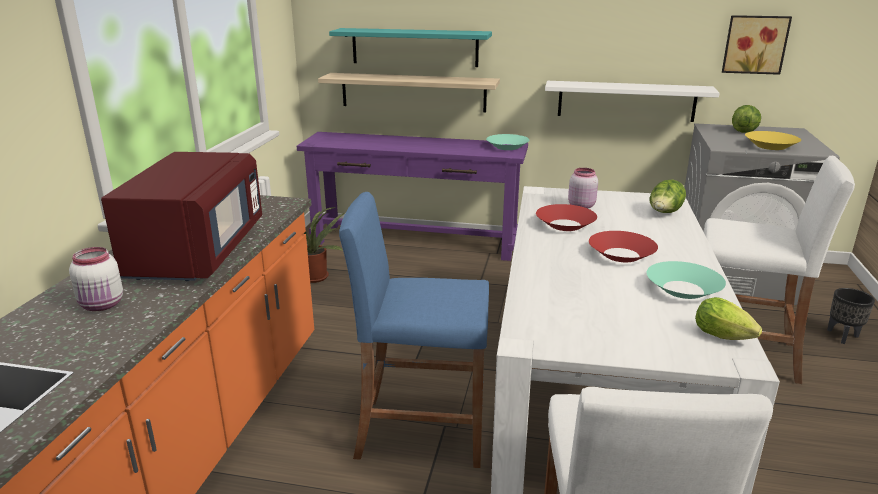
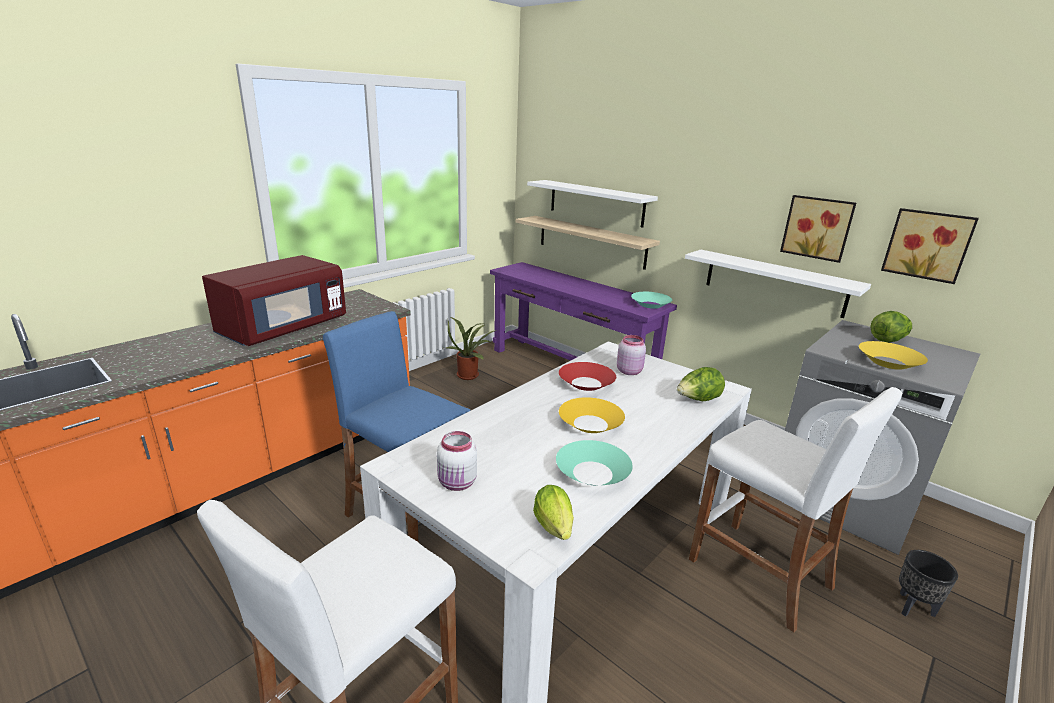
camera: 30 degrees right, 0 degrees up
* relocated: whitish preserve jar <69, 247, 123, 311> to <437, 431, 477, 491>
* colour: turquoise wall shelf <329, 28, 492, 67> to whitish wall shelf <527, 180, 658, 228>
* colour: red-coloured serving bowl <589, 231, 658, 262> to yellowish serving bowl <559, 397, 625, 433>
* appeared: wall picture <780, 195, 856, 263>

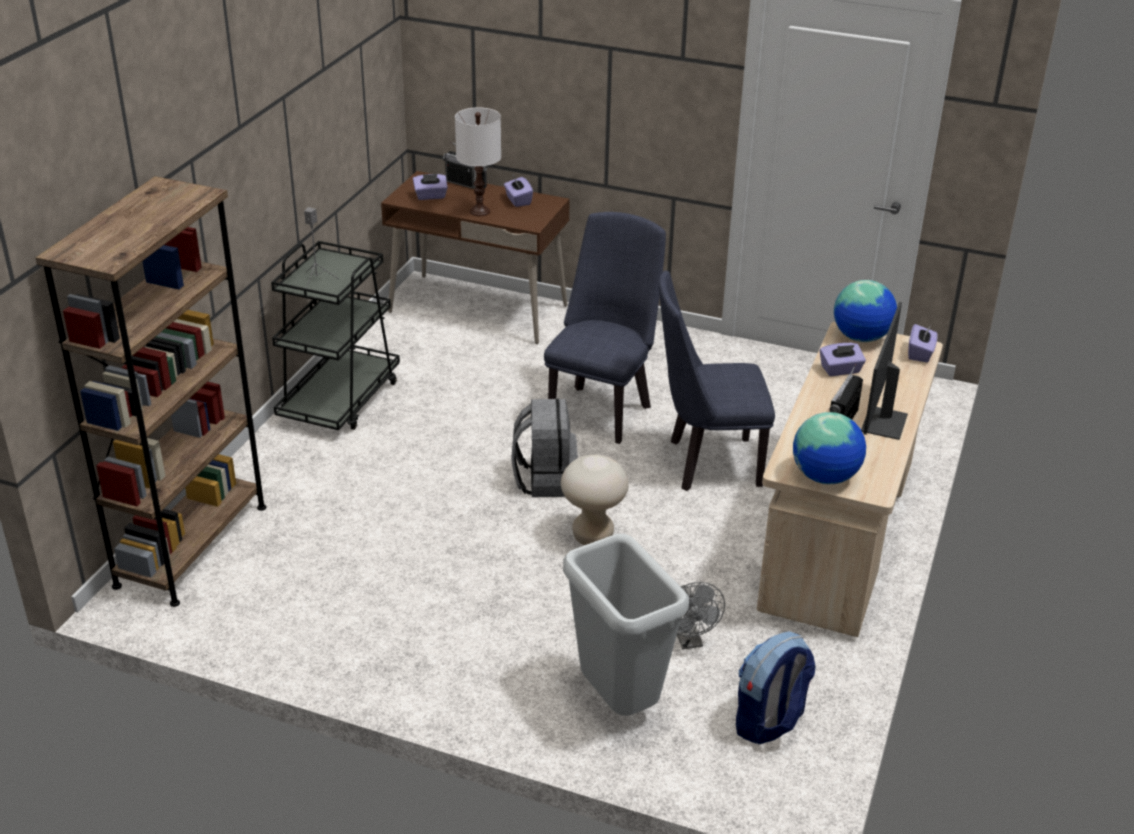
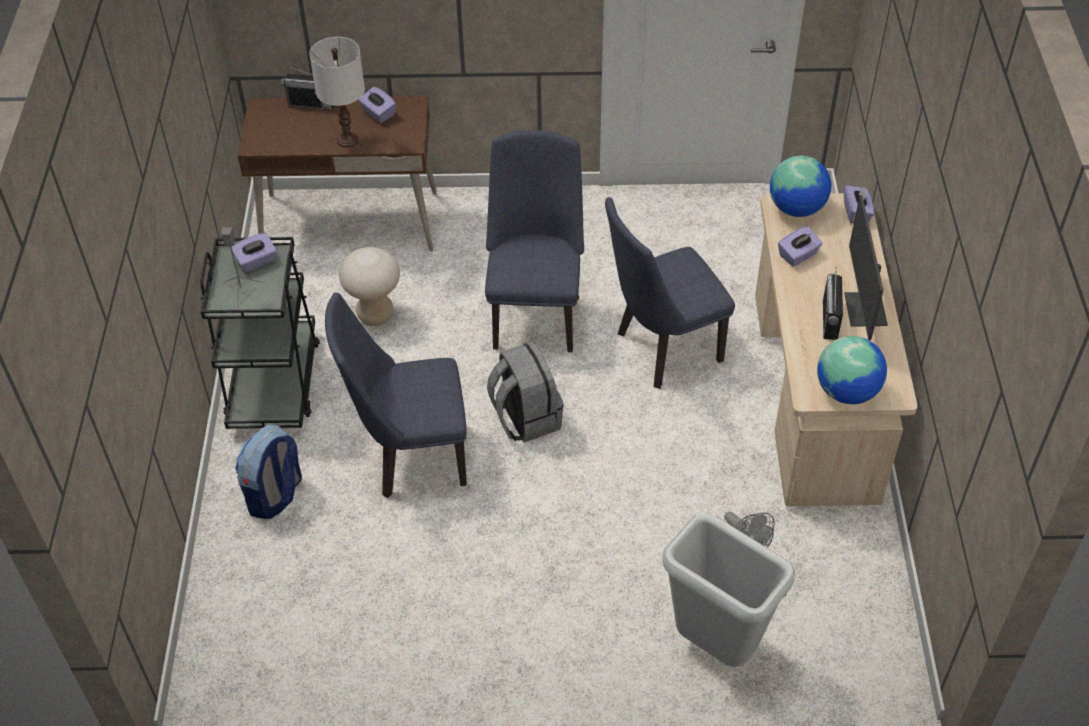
camera: 20 degrees left, 15 degrees up
* relocated: purple tissue box <413, 174, 448, 200> to <230, 233, 277, 272>
* relocated: backpack <736, 631, 816, 744> to <235, 425, 302, 519>
* appeared: blue-coloured chair <325, 292, 467, 498>
* relocated: beige sitting stool <561, 455, 629, 545> to <339, 247, 400, 326>
* missing: brown-coloured bookshelf <35, 176, 266, 607>

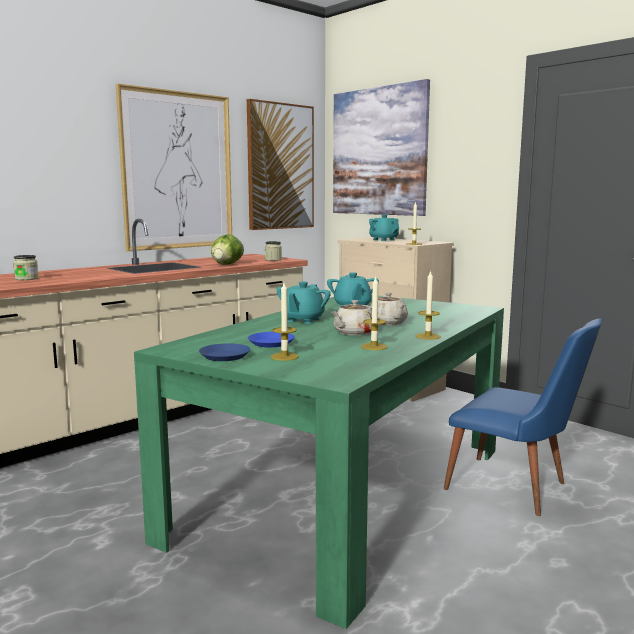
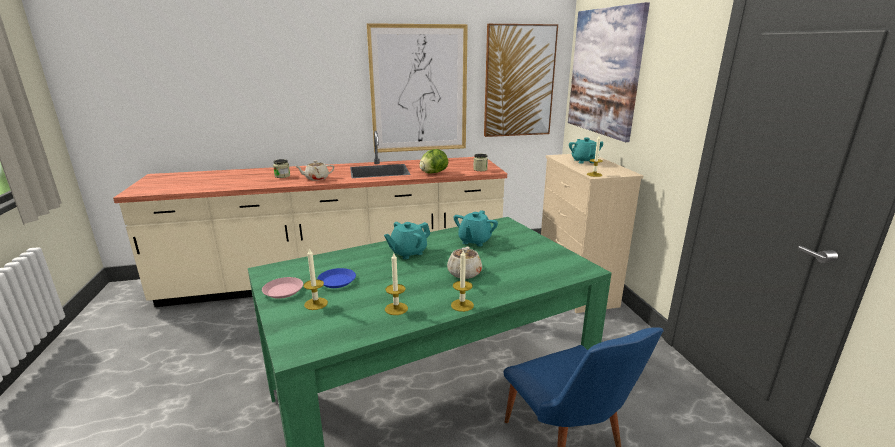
camera: 30 degrees right, 10 degrees up
* colour: blue-coloured plate <199, 343, 250, 361> to pink plate <262, 277, 303, 299>
* relocated: beige pot for tea <331, 300, 372, 335> to <296, 160, 334, 181>

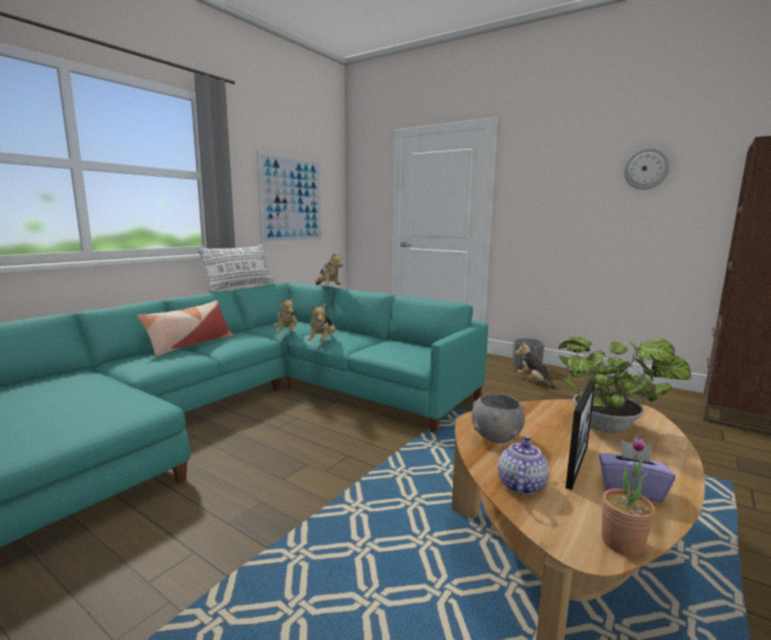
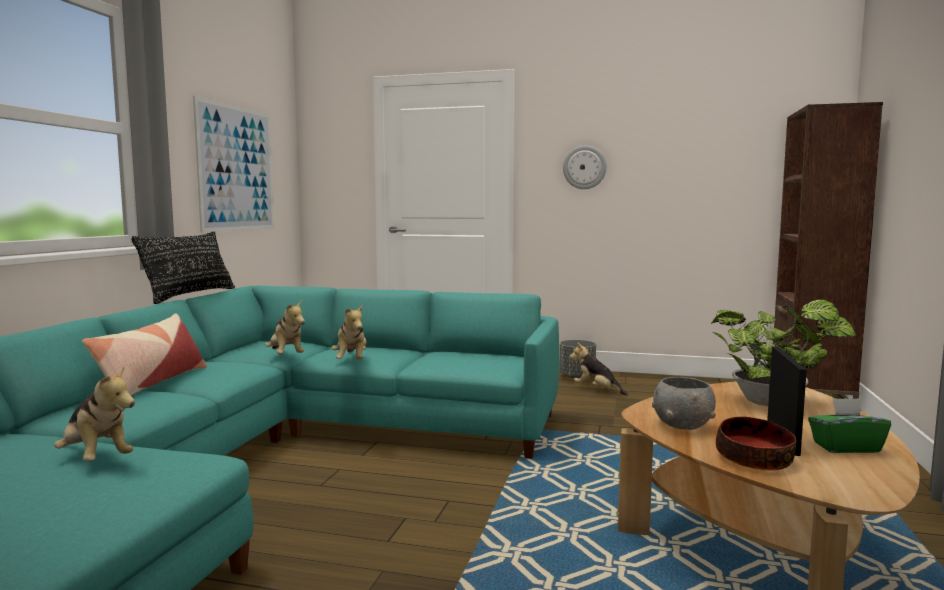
camera: 20 degrees left, 5 degrees down
* relocated: soft toy <315, 252, 343, 285> to <54, 366, 135, 461>
* colour: whitish throw pillow <197, 244, 275, 293> to blackish throw pillow <131, 231, 235, 304>
* relocated: hanging clock <624, 147, 671, 190> to <563, 145, 607, 189>
* exchanged: pot for tea <498, 436, 549, 495> to serving bowl <716, 417, 797, 470>
* colour: purple tissue box <599, 441, 675, 502> to greenish tissue box <808, 398, 891, 453>
* missing: houseplant <602, 436, 655, 556>

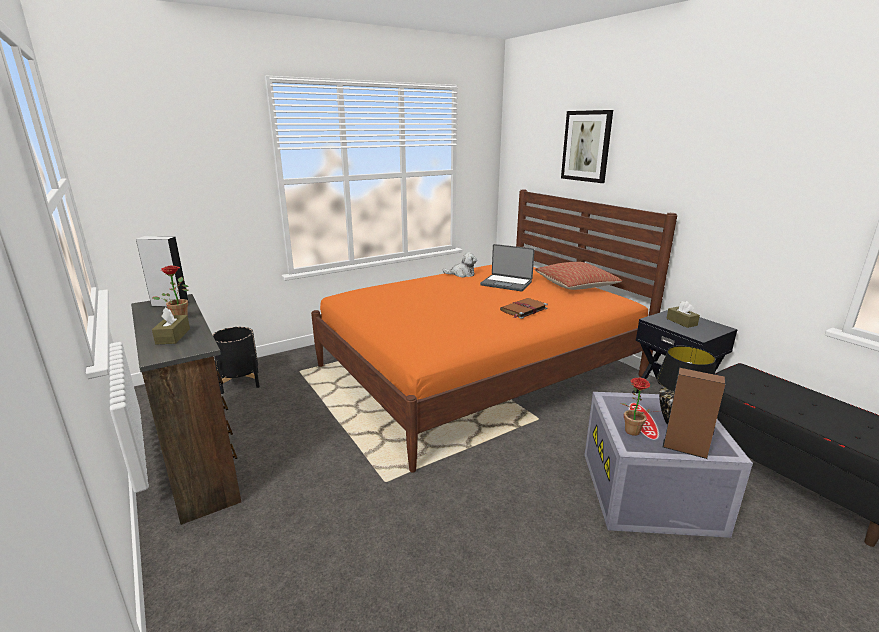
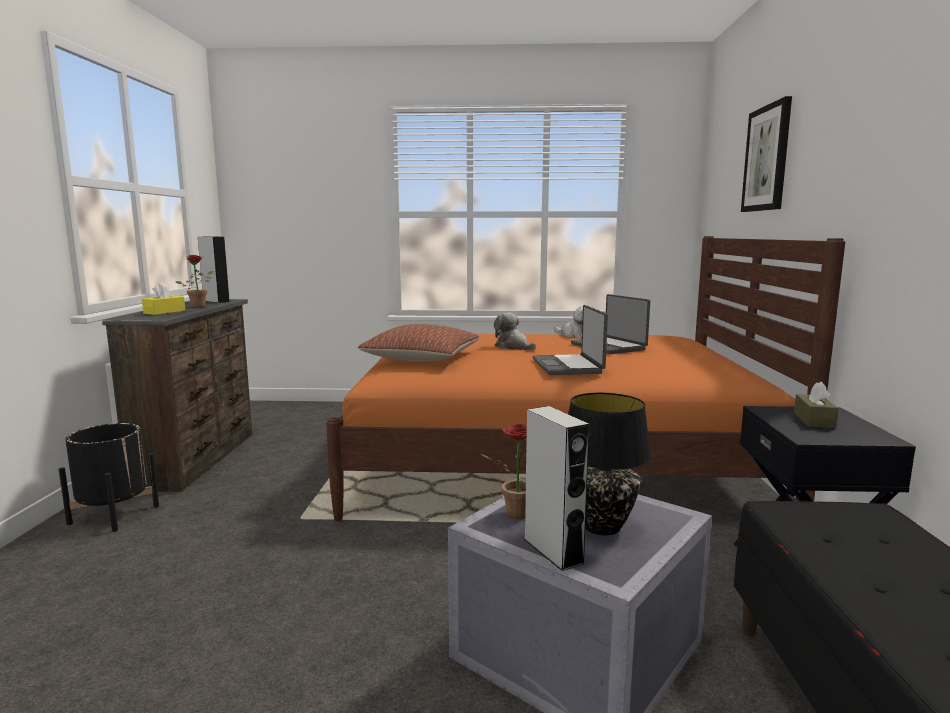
camera: 35 degrees right, 10 degrees down
* relocated: blackish plant pot <212, 327, 260, 394> to <58, 423, 159, 532>
* colour: brown-coloured tissue box <152, 307, 190, 344> to yellowish tissue box <142, 283, 185, 315>
* relocated: throw pillow <535, 262, 622, 290> to <358, 324, 479, 361>
* appeared: soft toy <494, 312, 536, 350>
* colour: brown-coloured speaker <663, 368, 725, 459> to greyish speaker <524, 406, 589, 571>
* exchanged: brown-coloured book <500, 298, 548, 319> to laptop <533, 305, 608, 375>

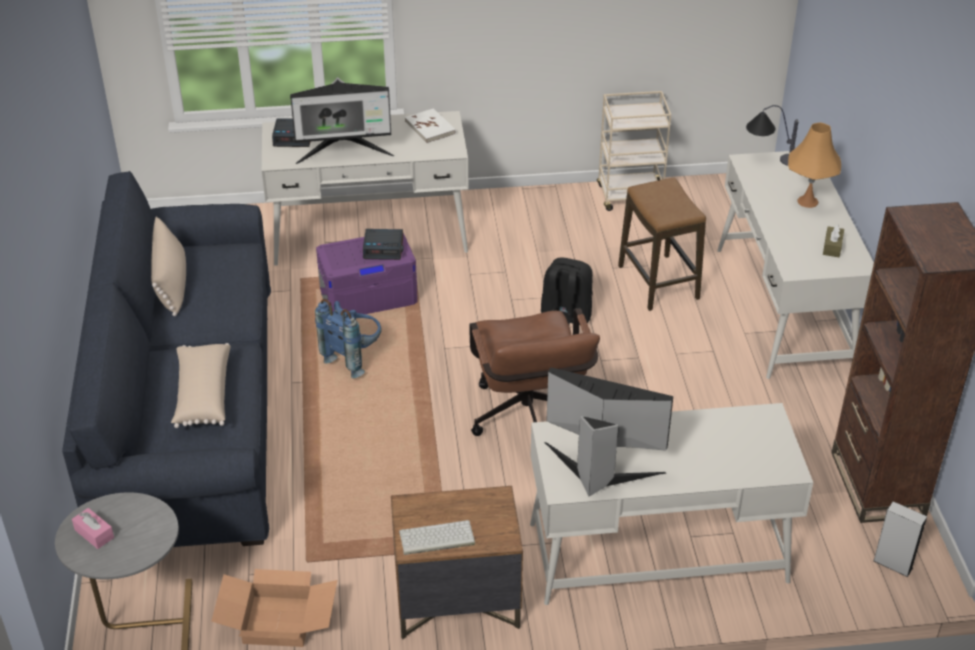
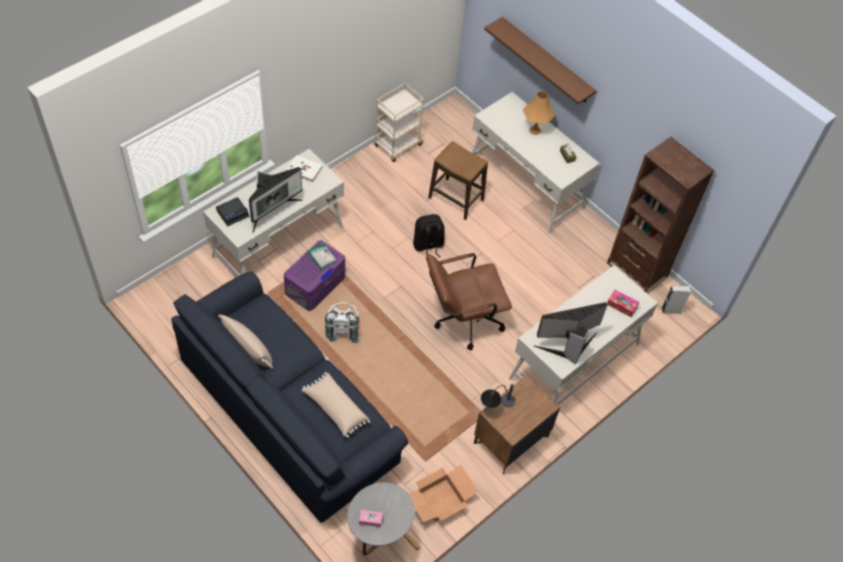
camera: 40 degrees left, 15 degrees up
* exchanged: alarm clock <363, 229, 403, 260> to book <308, 243, 336, 270>
* colour: blue-coloured backpack <315, 299, 382, 378> to whitish backpack <325, 302, 360, 343>
* spun: brown-coloured computer chair <469, 308, 600, 436> = <426, 253, 512, 350> 120 degrees clockwise
* relocated: tabletop lamp <746, 105, 798, 166> to <481, 384, 515, 408>
* appeared: brown-coloured wall shelf <484, 17, 596, 105>
* appeared: tissue box <607, 290, 639, 317>
* missing: keyboard <399, 520, 475, 555>

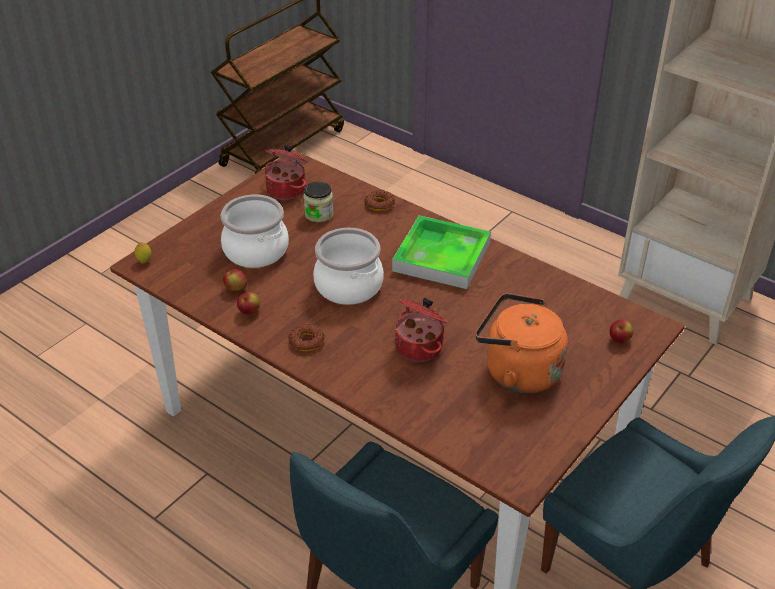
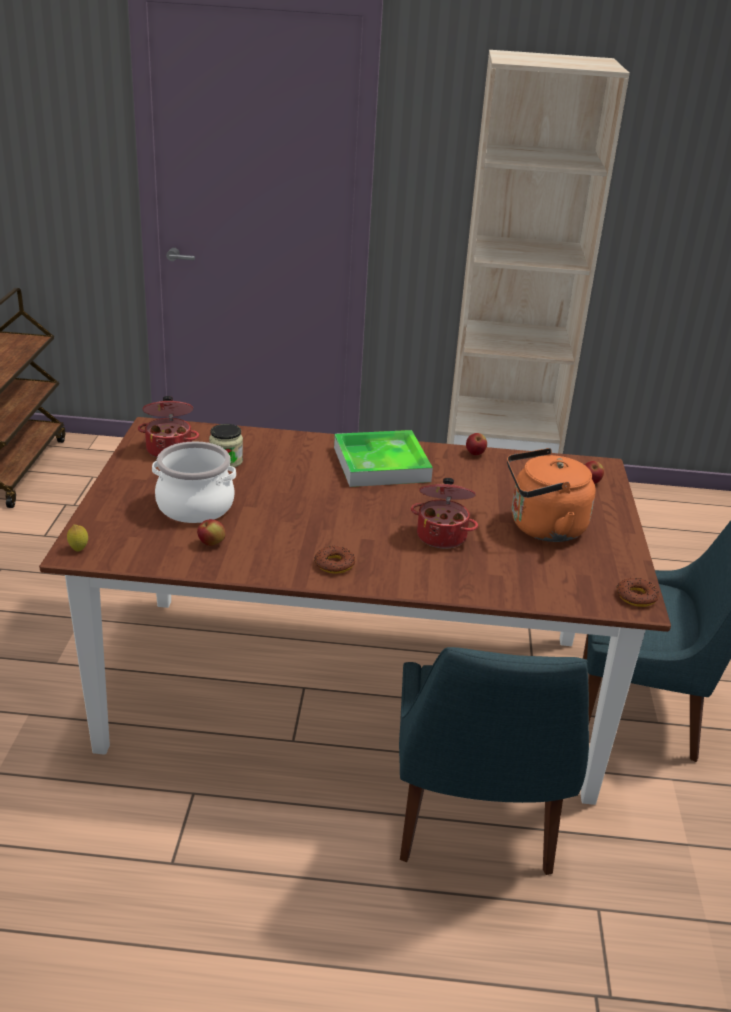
camera: 35 degrees left, 10 degrees down
* relocated: apple fruit <237, 292, 260, 315> to <466, 433, 487, 455>
* relocated: ring doughnut <364, 190, 395, 211> to <617, 578, 659, 607>
* missing: stockpot <313, 228, 384, 305>

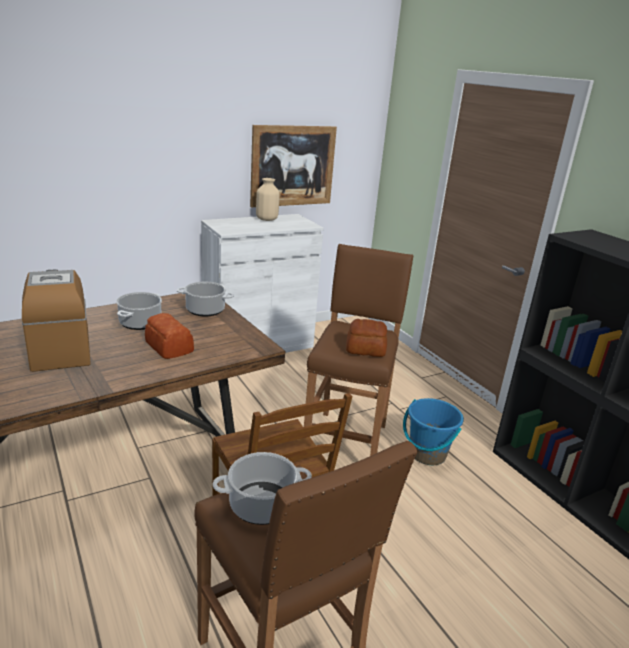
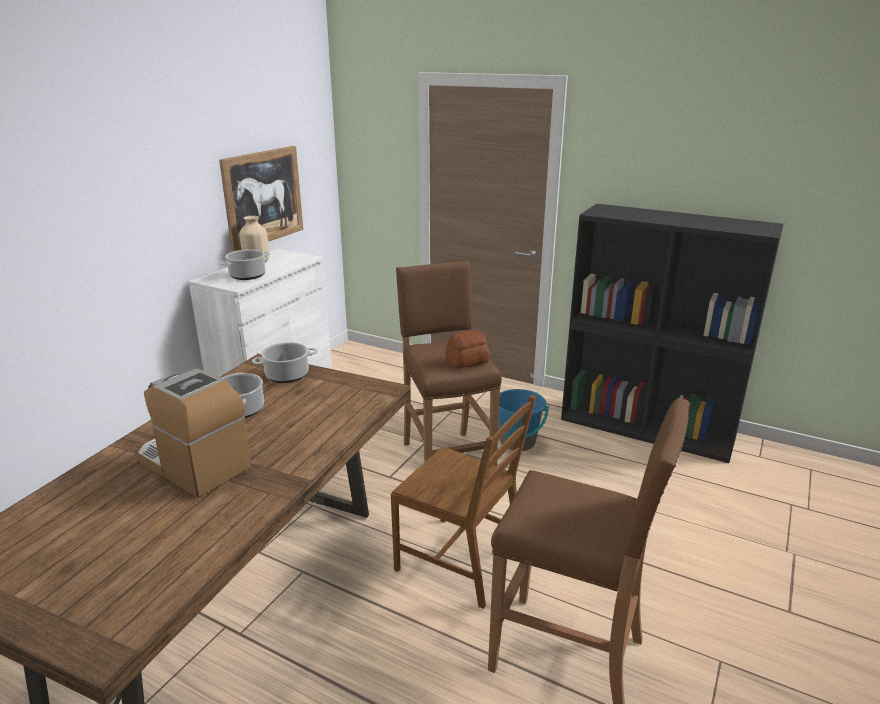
camera: 30 degrees left, 0 degrees up
* relocated: stockpot <213, 452, 312, 525> to <220, 249, 270, 280>
* missing: bread <145, 313, 194, 359>

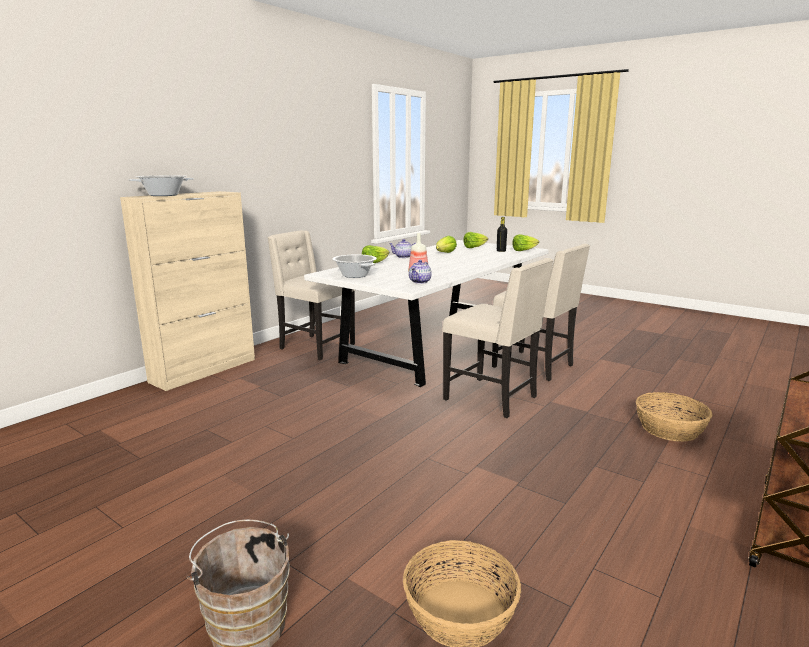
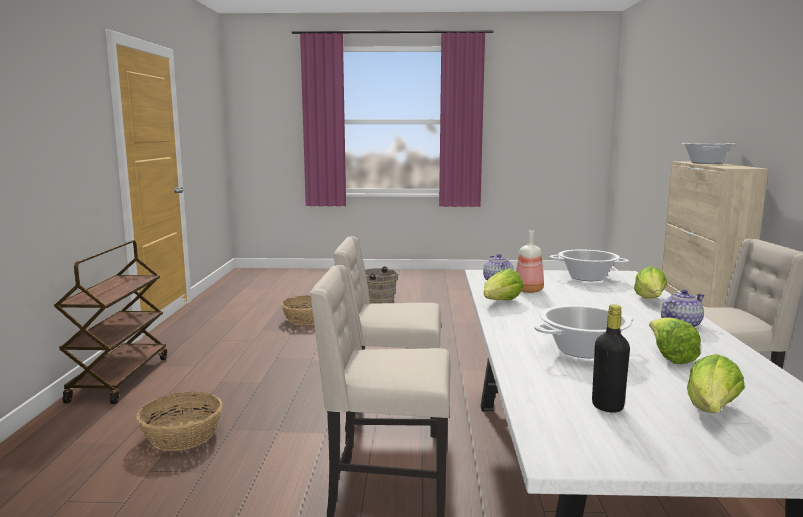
camera: 145 degrees right, 5 degrees down
* relocated: lettuce <512, 234, 539, 251> to <484, 268, 523, 300>
* appeared: stockpot <534, 305, 633, 358>

